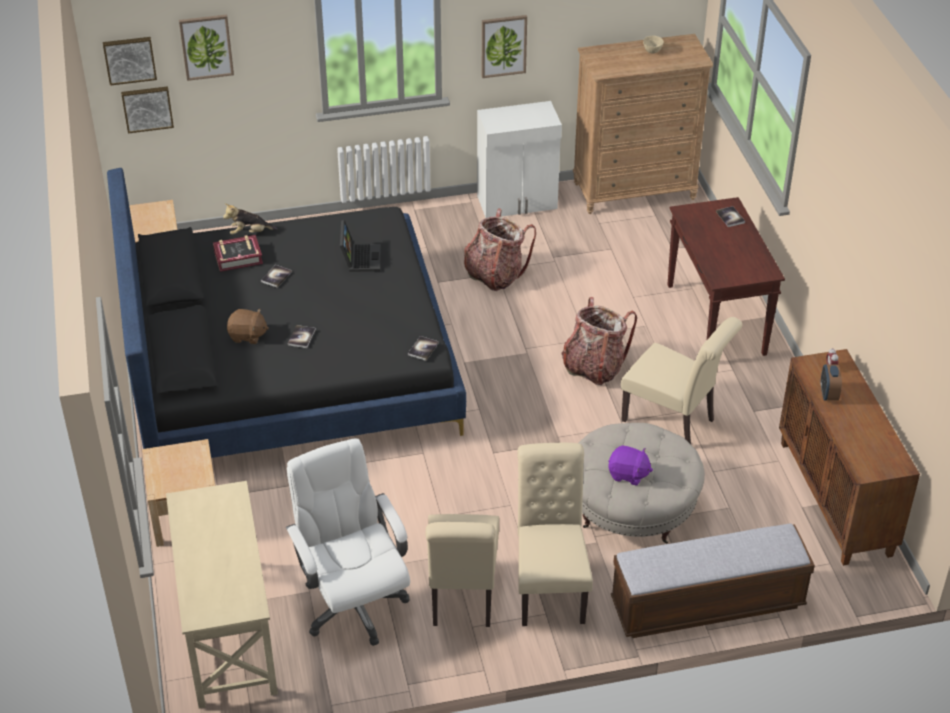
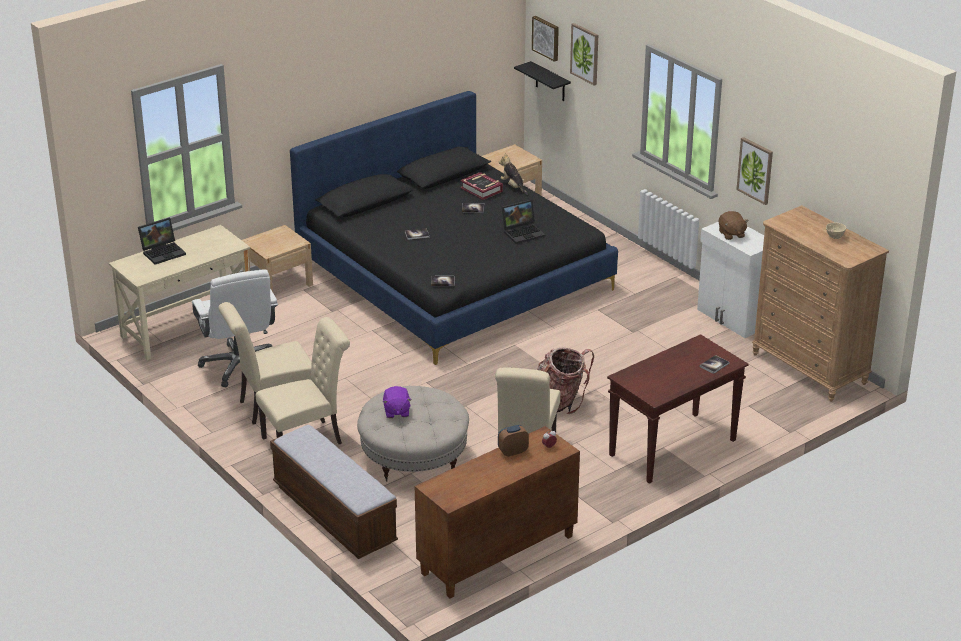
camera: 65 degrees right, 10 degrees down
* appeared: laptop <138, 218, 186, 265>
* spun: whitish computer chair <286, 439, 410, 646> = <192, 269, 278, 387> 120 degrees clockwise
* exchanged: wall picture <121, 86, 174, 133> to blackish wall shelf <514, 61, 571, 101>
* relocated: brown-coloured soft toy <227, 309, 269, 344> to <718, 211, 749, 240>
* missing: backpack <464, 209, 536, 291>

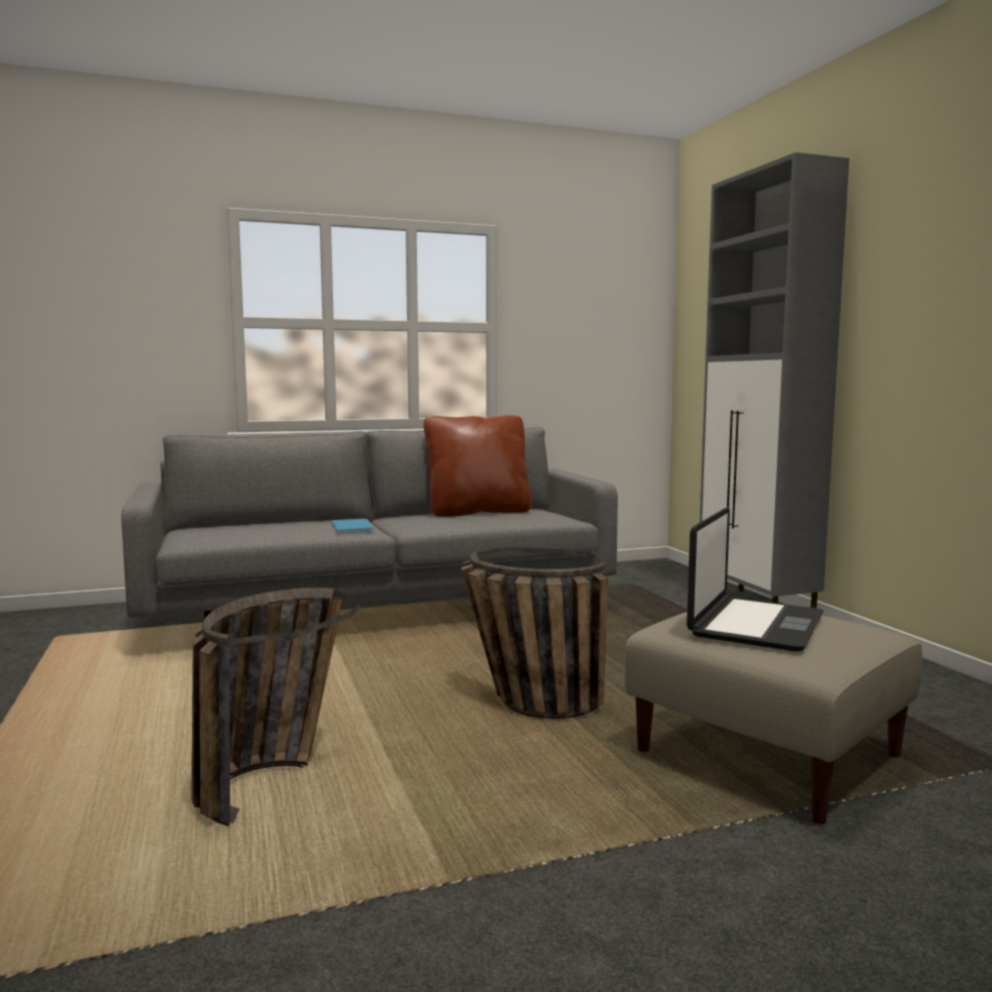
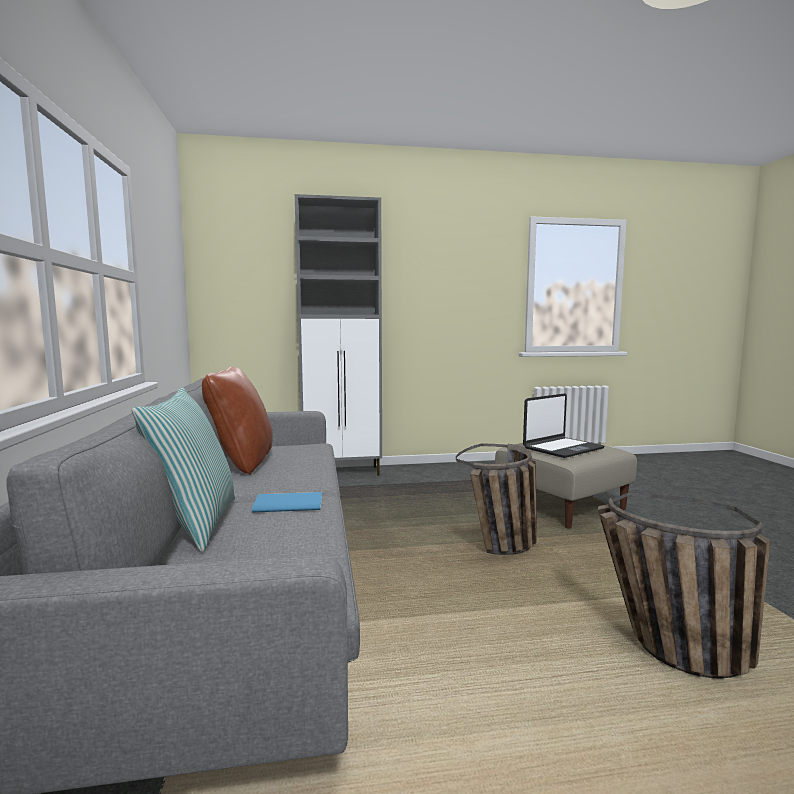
camera: 80 degrees left, 0 degrees up
* appeared: throw pillow <132, 387, 235, 552>
* spun: laptop <686, 507, 824, 652> = <523, 393, 604, 458> 105 degrees clockwise

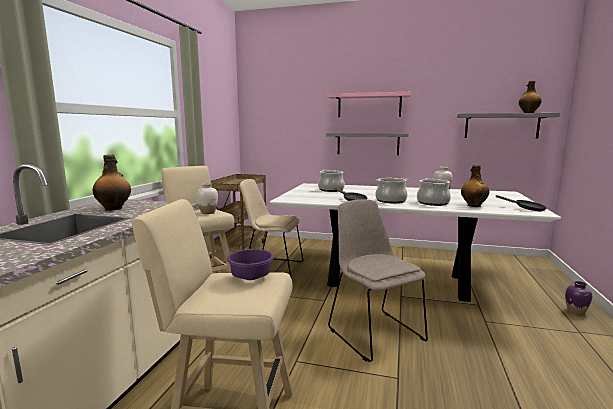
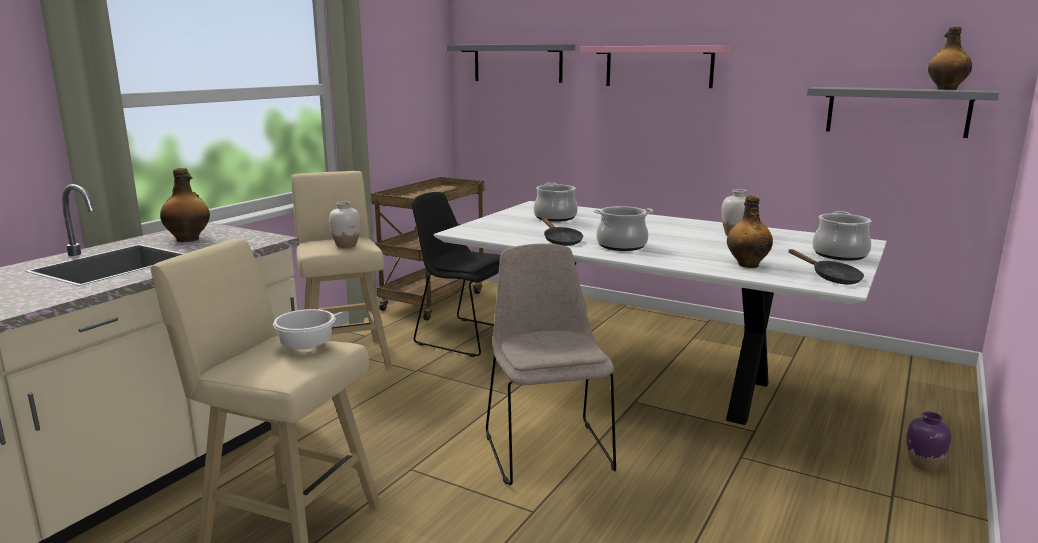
camera: 15 degrees right, 5 degrees up
* colour: purple serving bowl <227, 249, 274, 280> to whitish serving bowl <273, 309, 335, 349>
* colour: beige chair <240, 179, 303, 276> to blackish chair <412, 192, 500, 357>
* relocated: greyish wall shelf <326, 133, 409, 155> to <447, 44, 575, 83>
* relocated: stockpot <417, 178, 451, 206> to <812, 211, 871, 261>

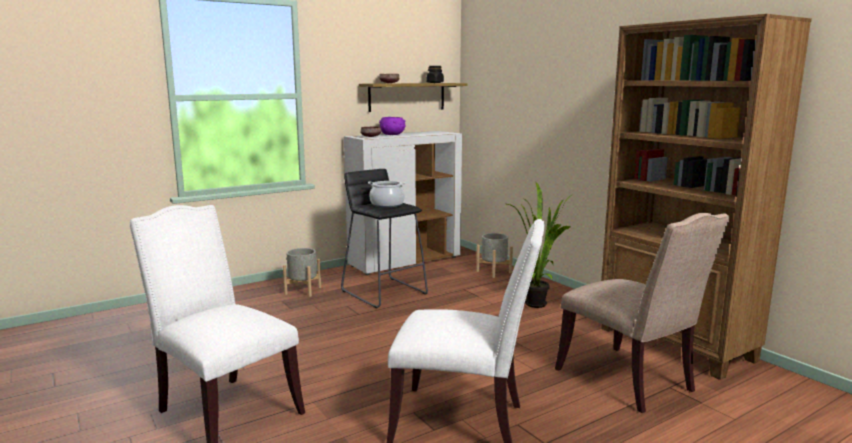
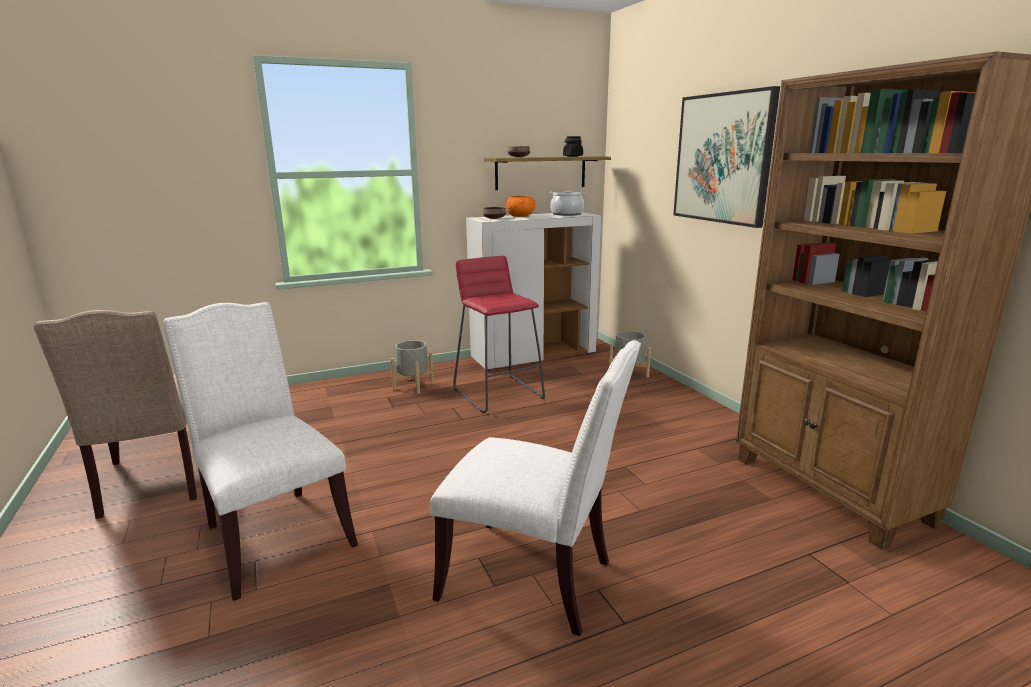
camera: 10 degrees right, 5 degrees up
* relocated: beige chair <555, 213, 730, 413> to <34, 310, 197, 519>
* colour: blackish sitting stool <341, 169, 428, 308> to red-coloured sitting stool <453, 256, 545, 413>
* colour: purple serving bowl <379, 117, 405, 135> to orange serving bowl <506, 196, 535, 217>
* relocated: stockpot <368, 181, 406, 208> to <549, 192, 586, 216>
* appeared: wall picture <673, 86, 780, 228>
* missing: houseplant <507, 182, 572, 308>

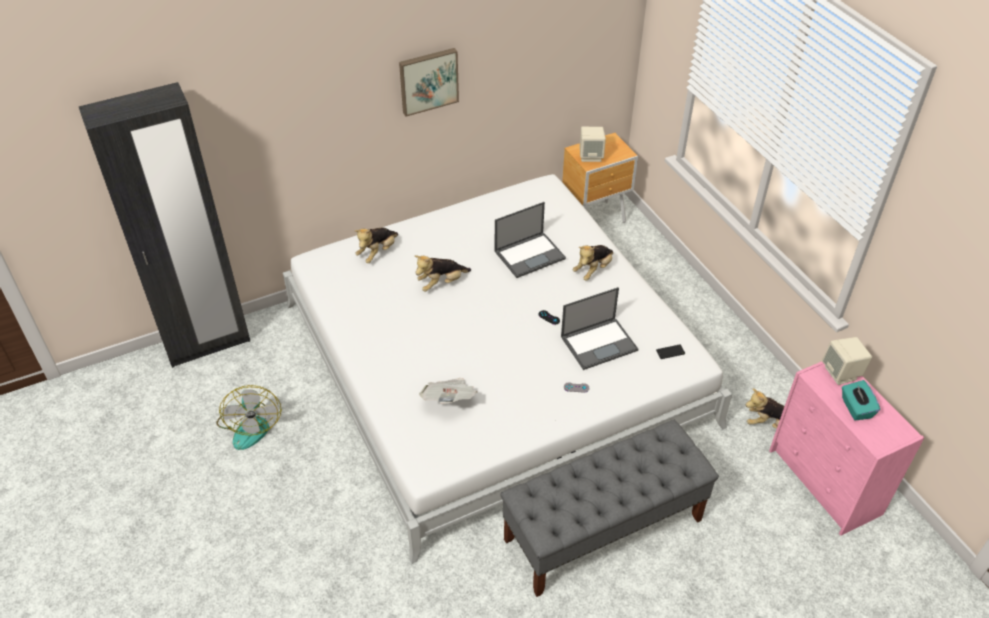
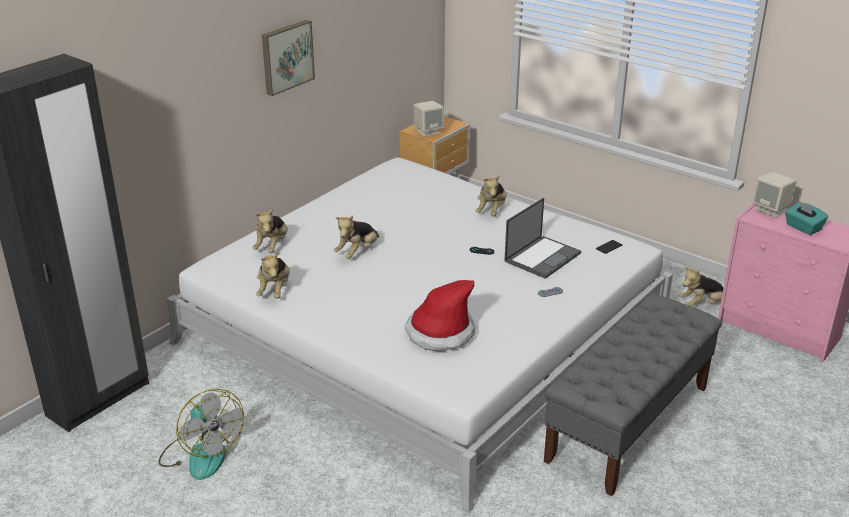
camera: 25 degrees left, 15 degrees down
* appeared: soft toy <256, 252, 290, 299>
* exchanged: printed paper <419, 378, 478, 404> to hat <404, 280, 475, 352>
* missing: laptop <495, 202, 566, 278>

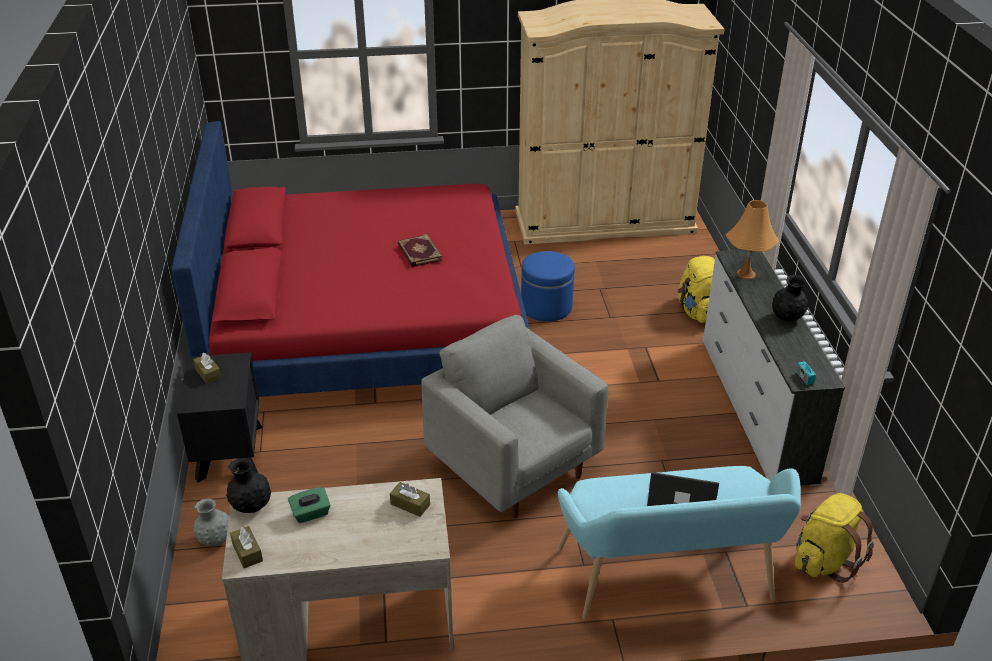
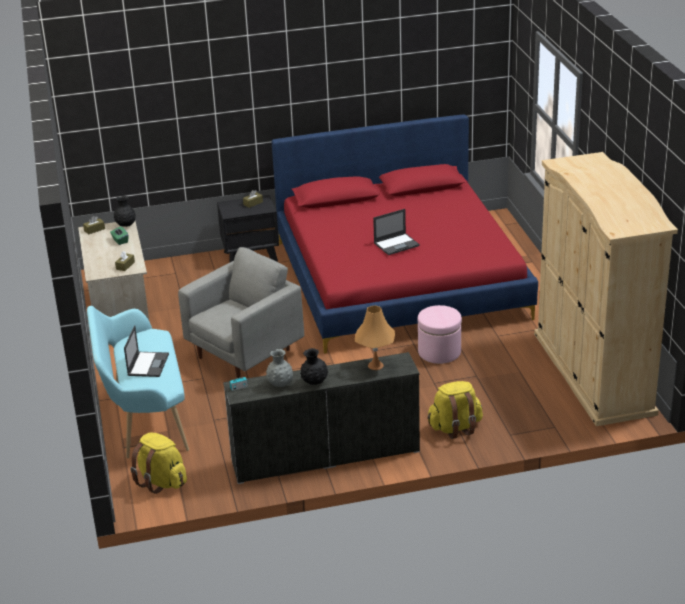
camera: 85 degrees right, 5 degrees down
* relocated: greyish vase <193, 498, 229, 546> to <266, 349, 293, 387>
* exchanged: book <398, 234, 442, 267> to laptop <373, 209, 420, 255>
* colour: blue-coloured footrest <521, 251, 575, 322> to pink footrest <418, 305, 462, 364>

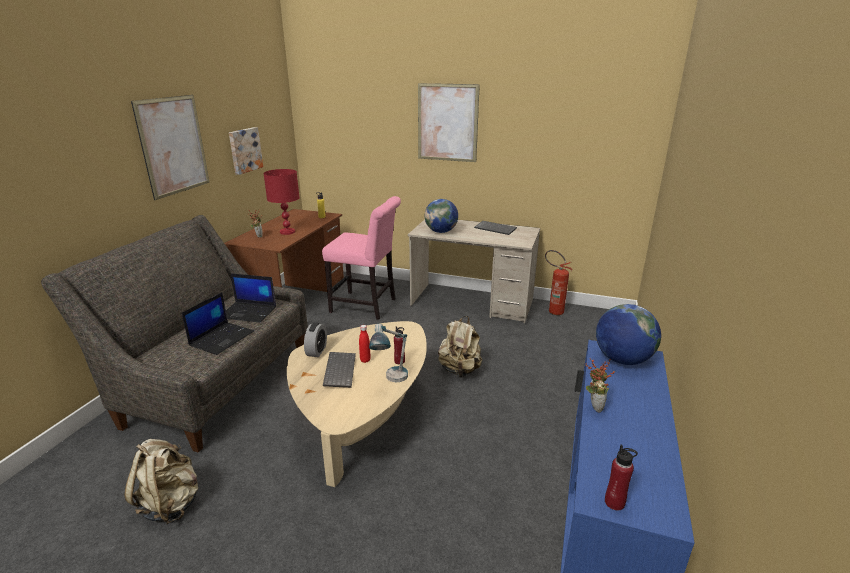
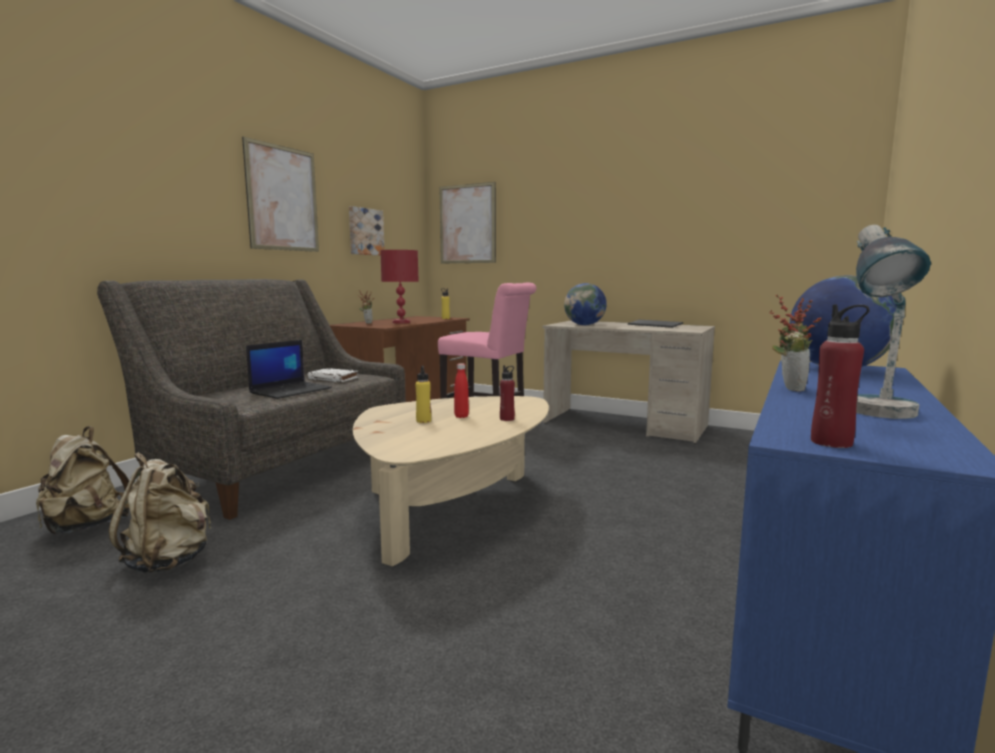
camera: 10 degrees right, 15 degrees down
* relocated: beige backpack <438, 316, 482, 378> to <36, 426, 129, 534>
* exchanged: laptop <226, 273, 276, 323> to whitish book <307, 368, 358, 382>
* exchanged: keyboard <323, 352, 356, 388> to yellowish beverage bottle <415, 366, 431, 423>
* relocated: wall picture <418, 83, 480, 162> to <440, 182, 496, 263>
* relocated: tabletop lamp <369, 324, 408, 382> to <856, 225, 931, 419>
* missing: alarm clock <304, 322, 327, 357>
* missing: extinguisher <545, 250, 573, 315>

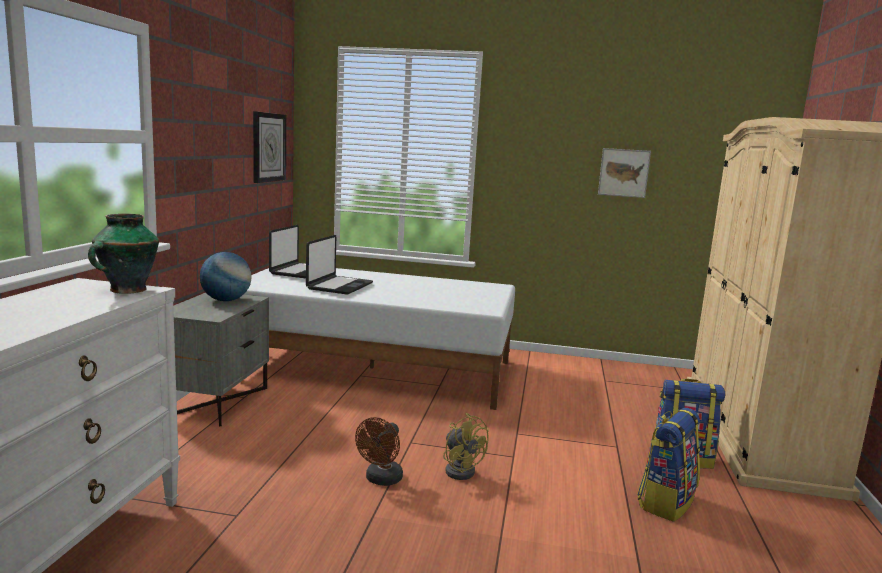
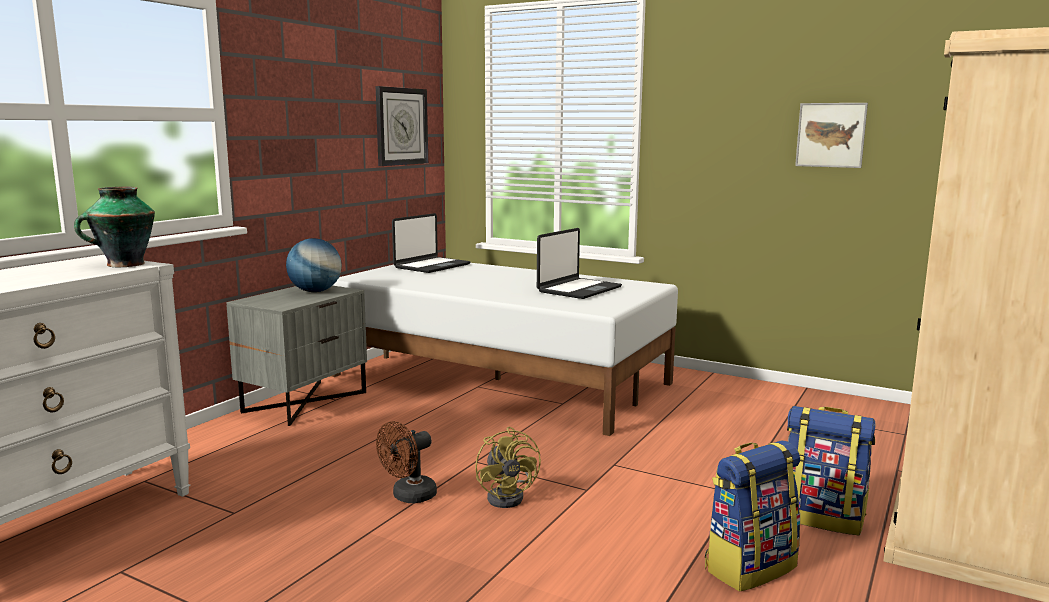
camera: 20 degrees right, 0 degrees up
* relocated: laptop <306, 235, 373, 294> to <537, 228, 622, 299>

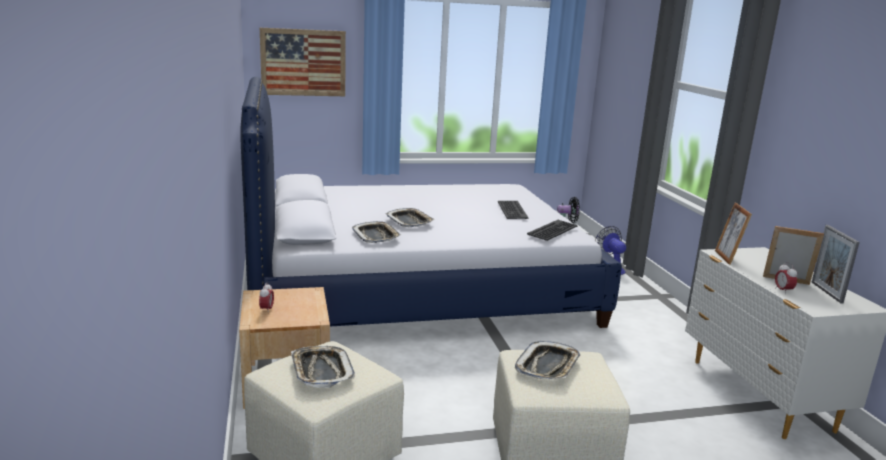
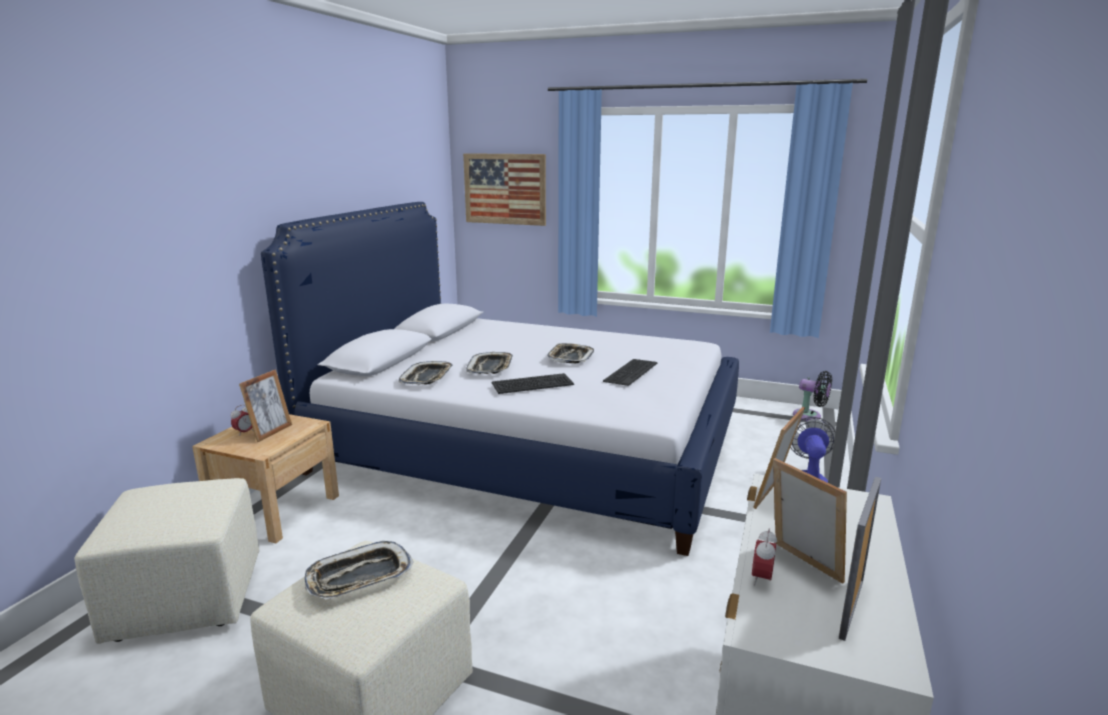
camera: 35 degrees right, 0 degrees up
* appeared: standing frame <239, 370, 292, 442>
* relocated: keyboard <527, 220, 577, 241> to <492, 373, 574, 394>
* relocated: serving tray <291, 346, 355, 388> to <547, 343, 594, 363>

